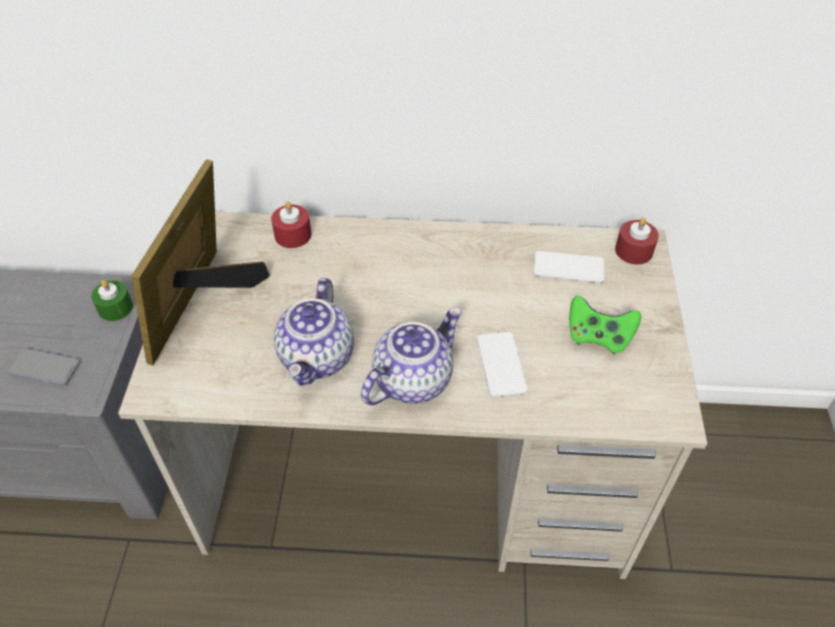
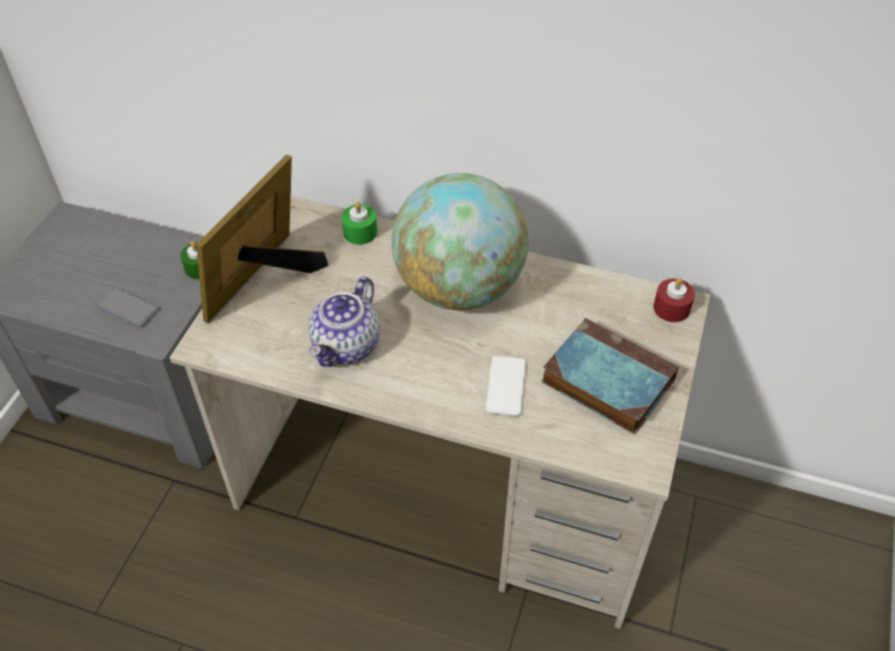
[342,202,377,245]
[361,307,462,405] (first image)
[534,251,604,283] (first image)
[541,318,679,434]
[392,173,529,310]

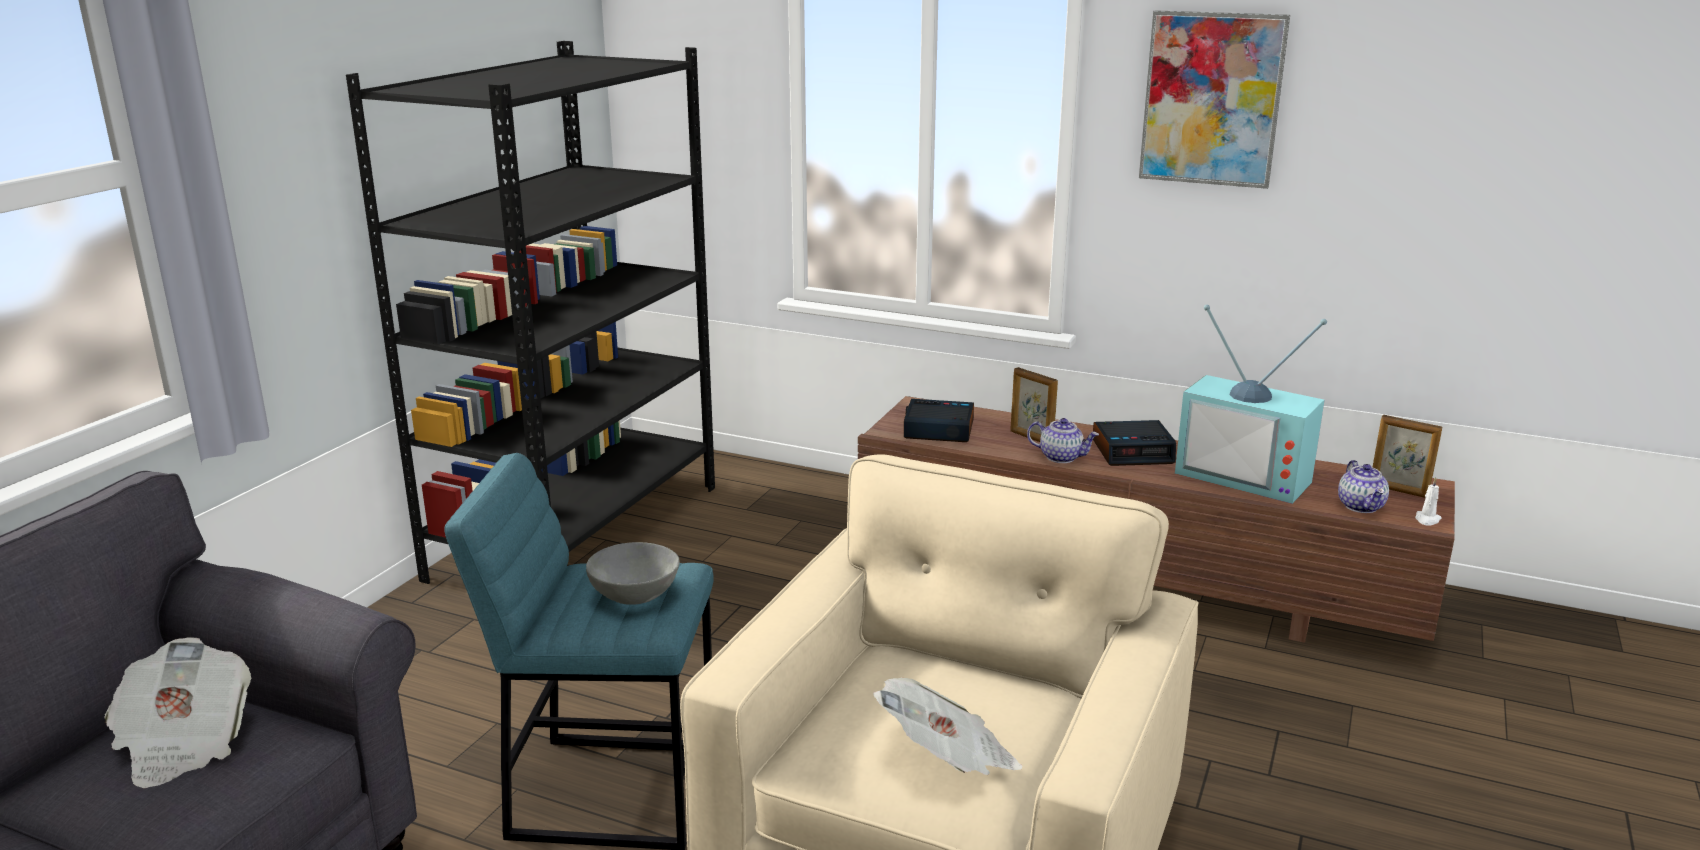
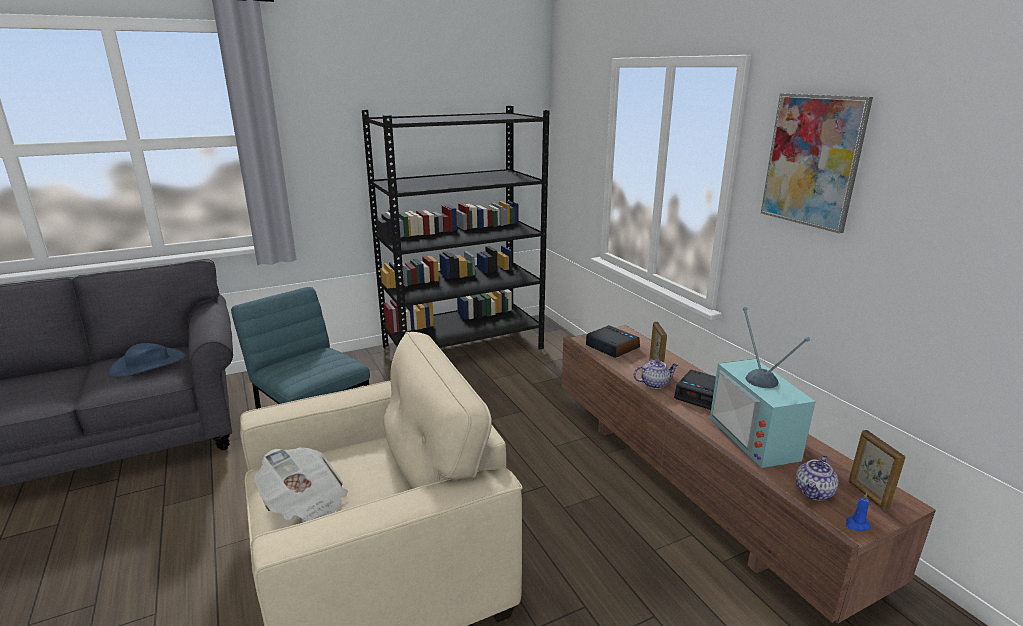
[109,343,185,377]
[586,542,680,605] (first image)
[634,359,679,389]
[846,493,871,531]

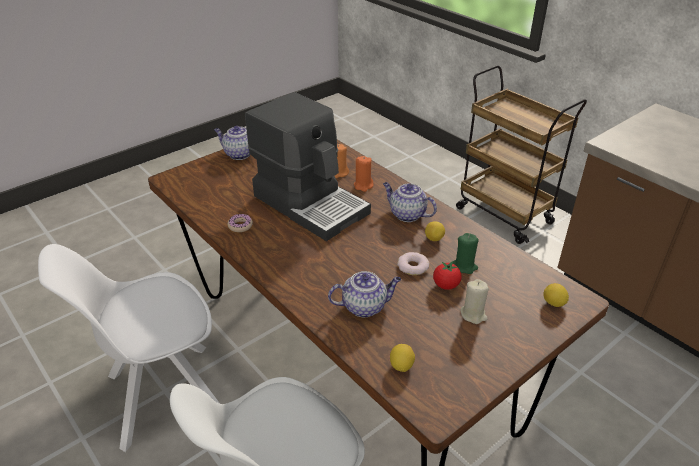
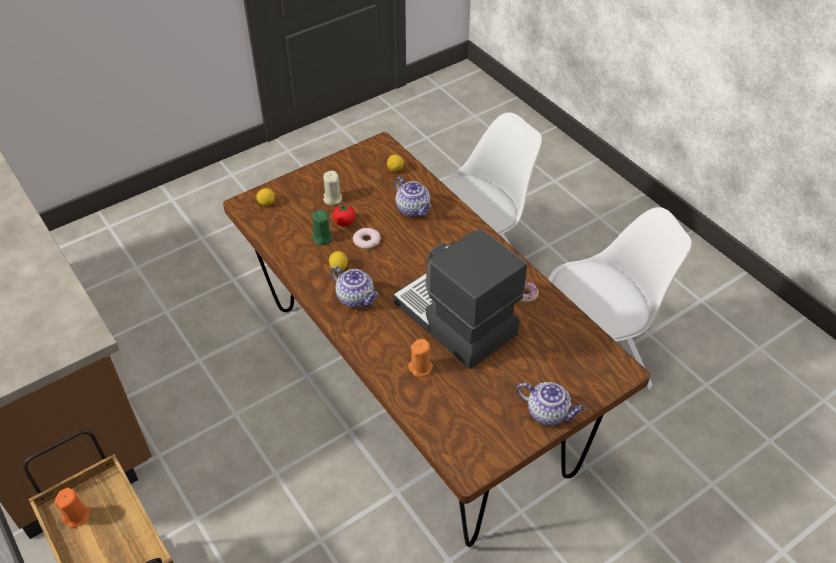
[395,177,431,217]
[55,488,90,528]

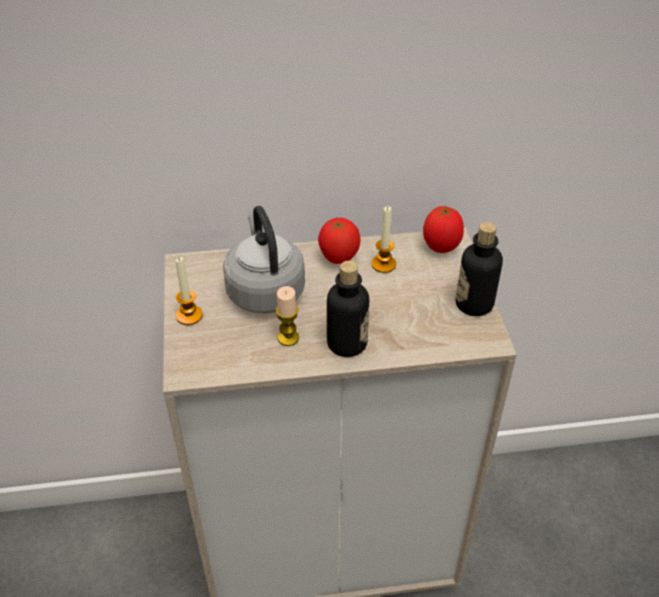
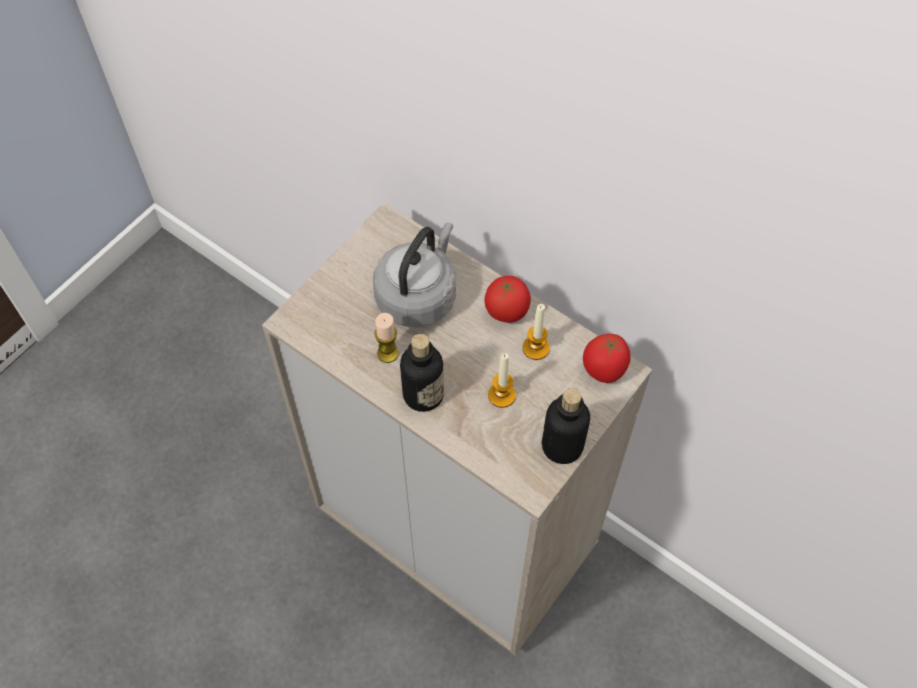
[488,353,516,408]

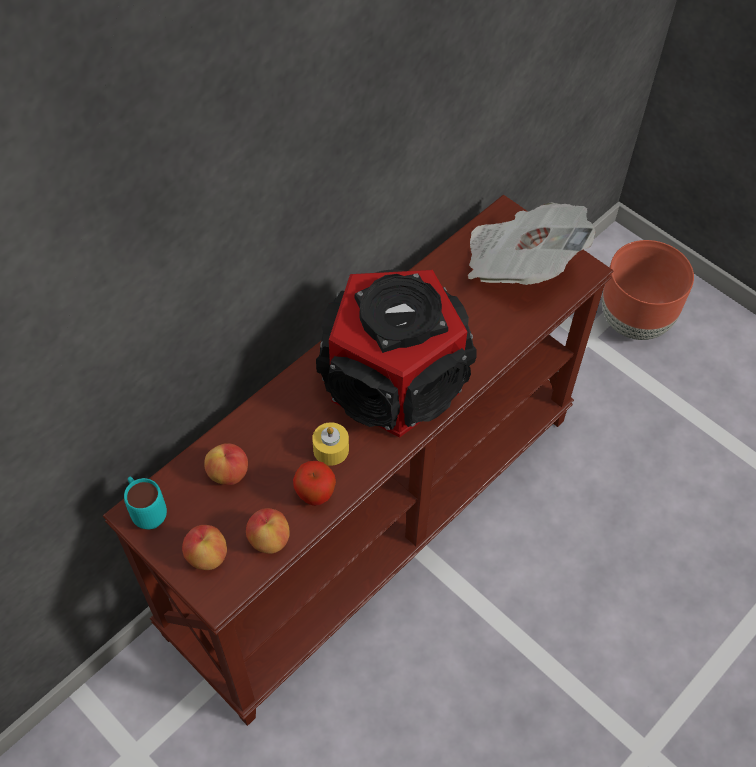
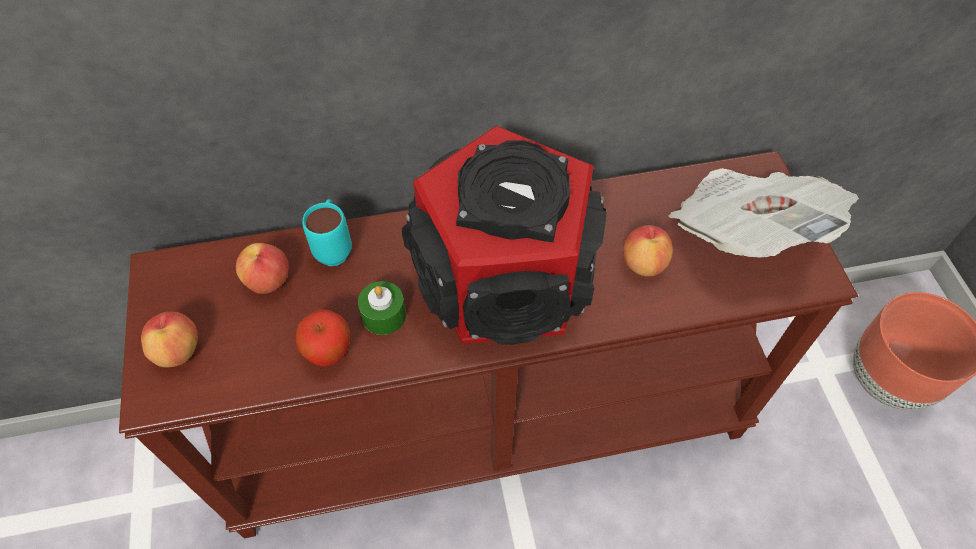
[302,199,352,266]
[623,225,673,277]
[358,281,406,335]

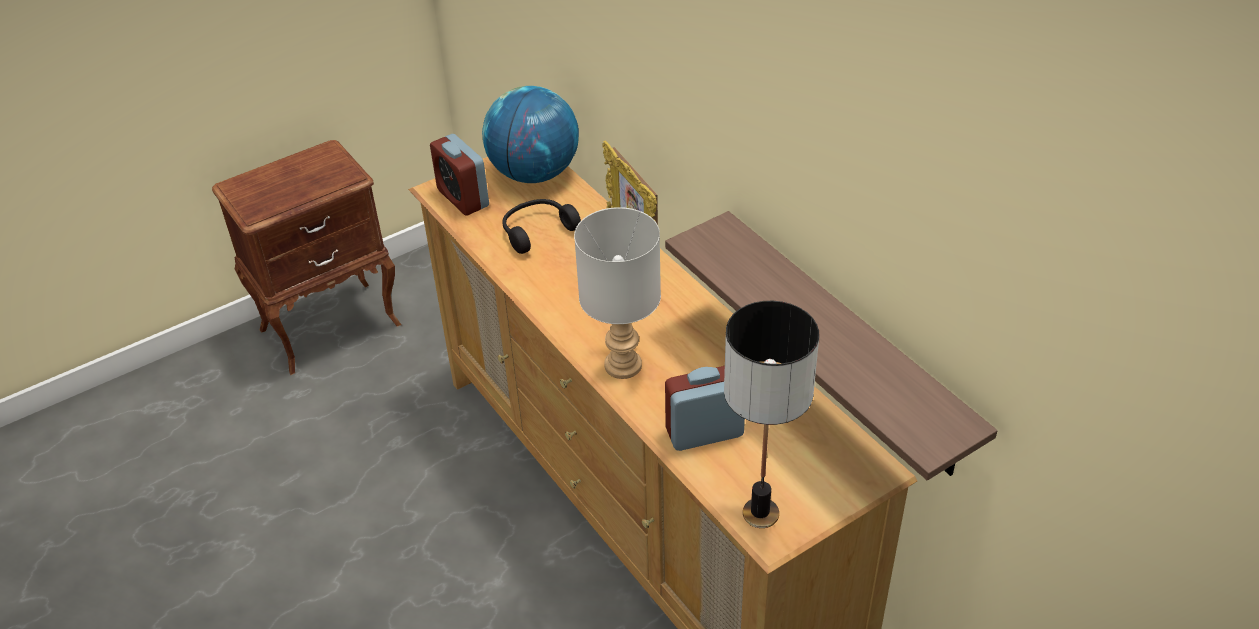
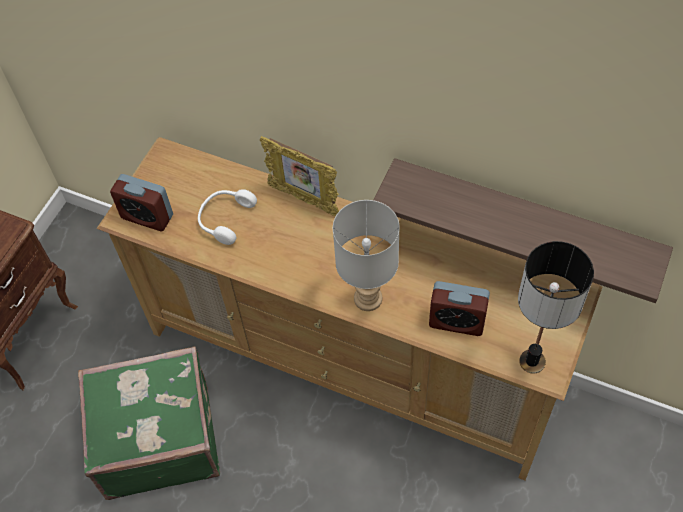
[482,86,579,183] (first image)
[198,189,257,245]
[429,281,490,336]
[78,346,220,500]

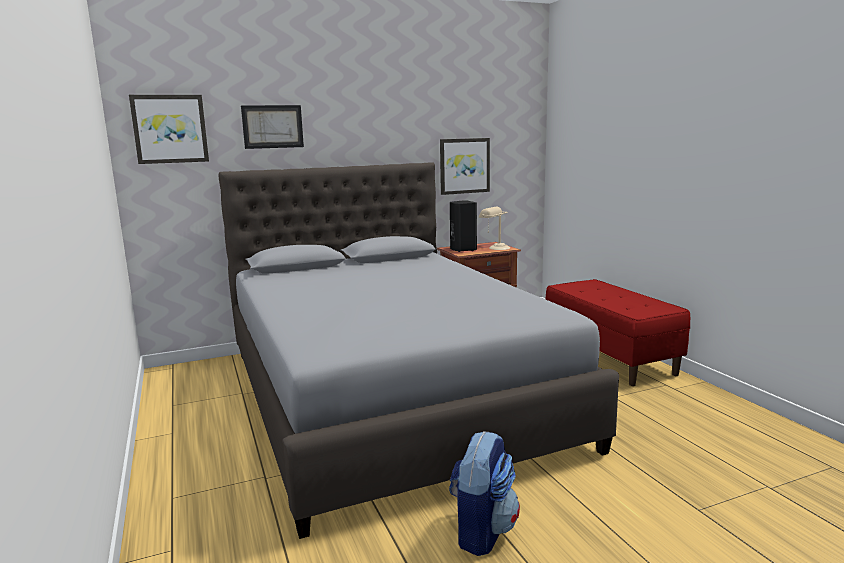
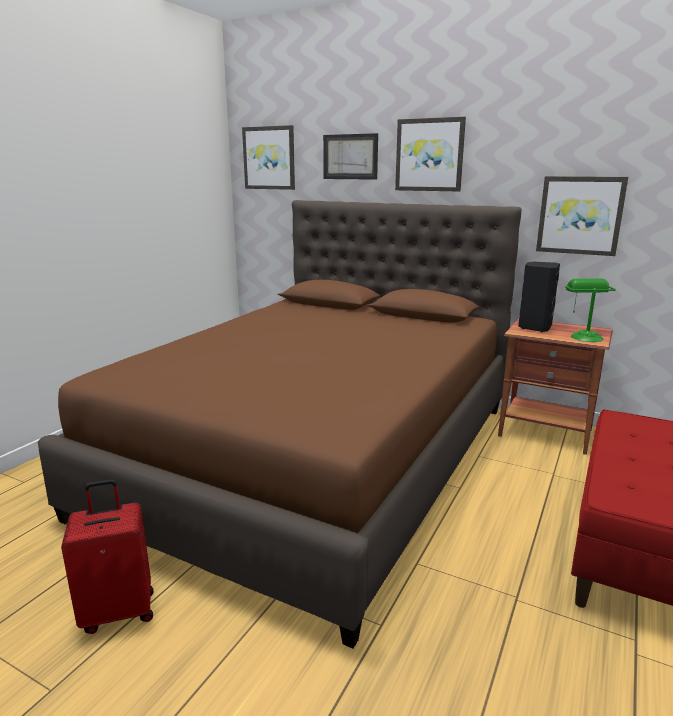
[38,200,522,649]
[61,479,153,634]
[565,278,616,342]
[395,117,466,192]

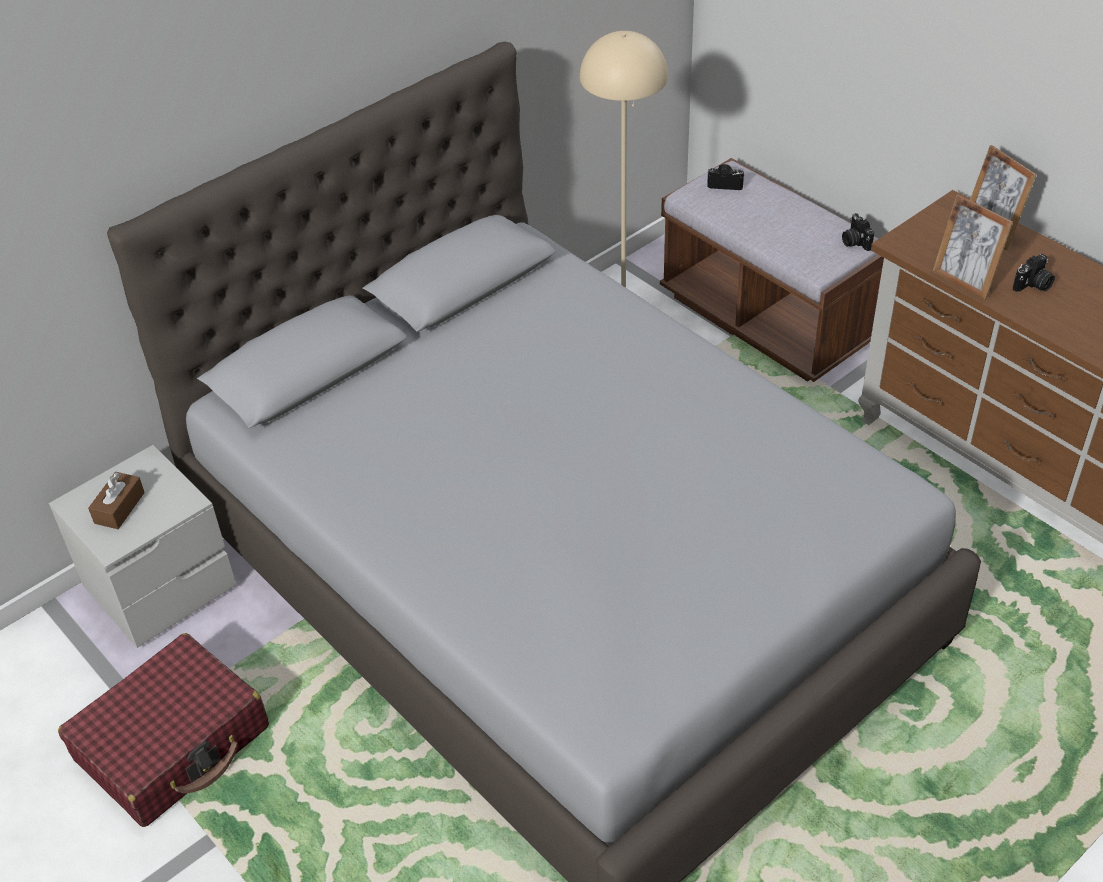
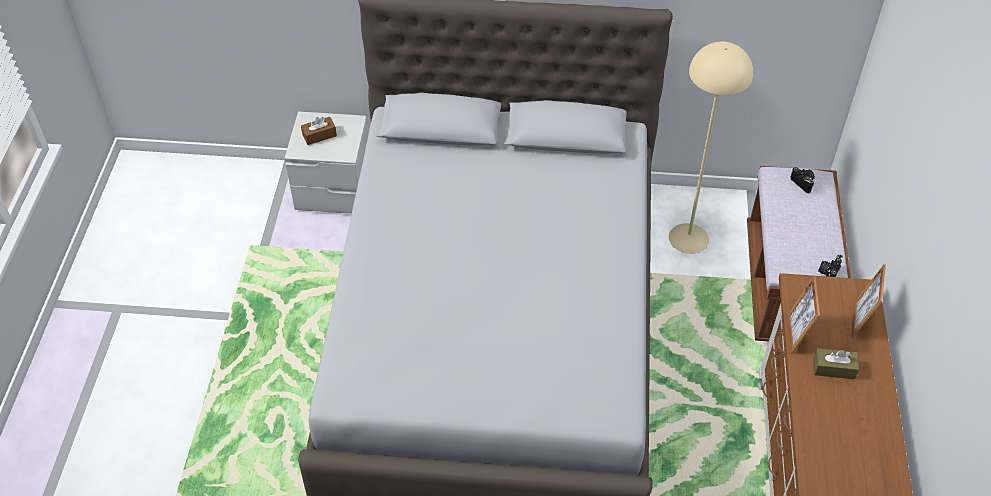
[58,633,269,827] (first image)
[813,348,859,379]

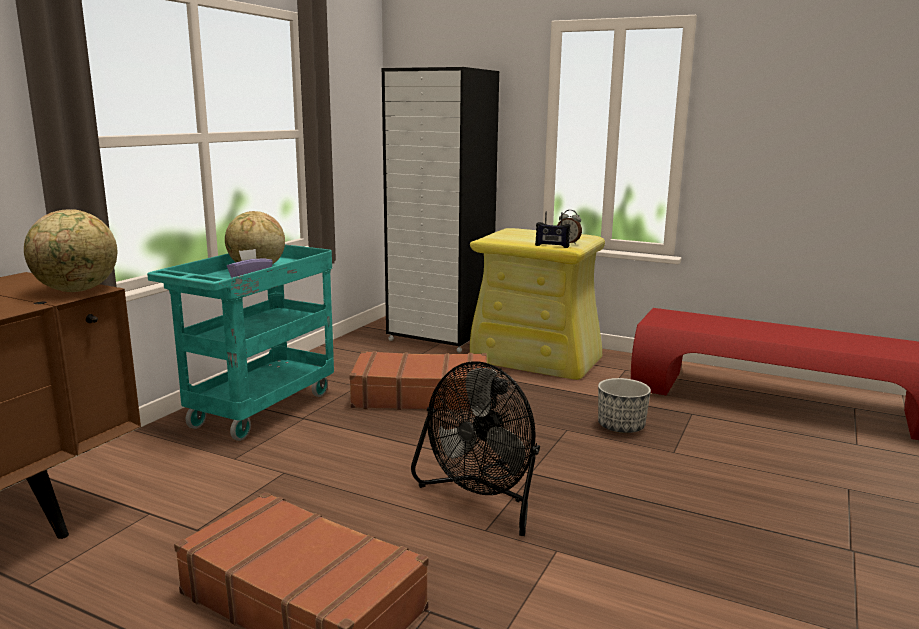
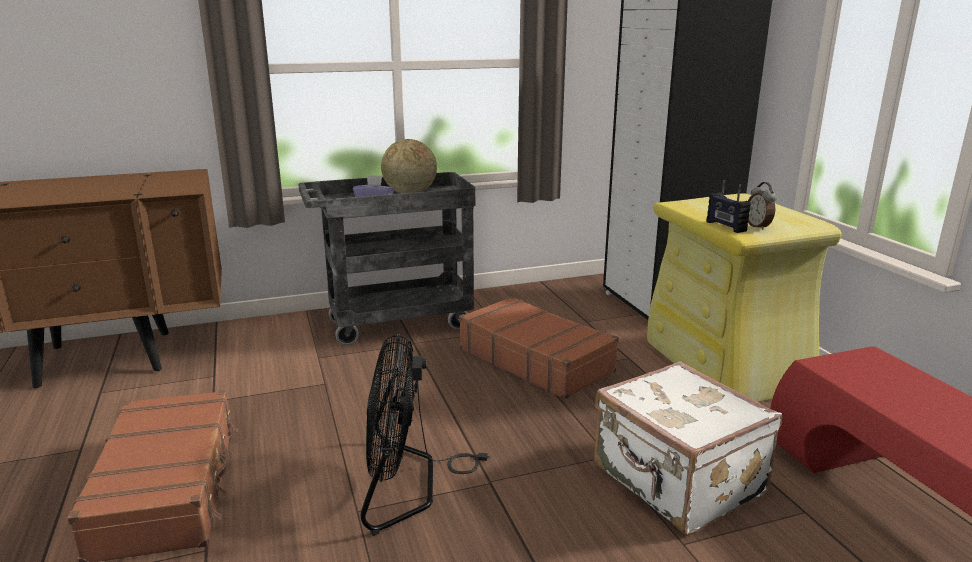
[24,209,118,292] (first image)
[298,172,476,345]
[594,361,782,535]

